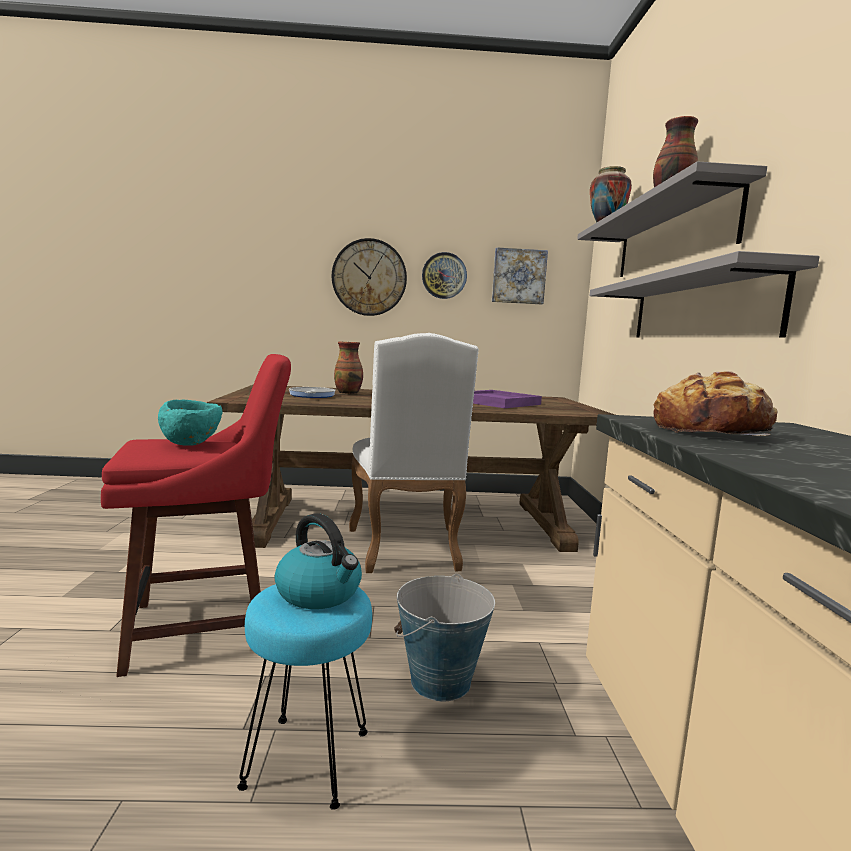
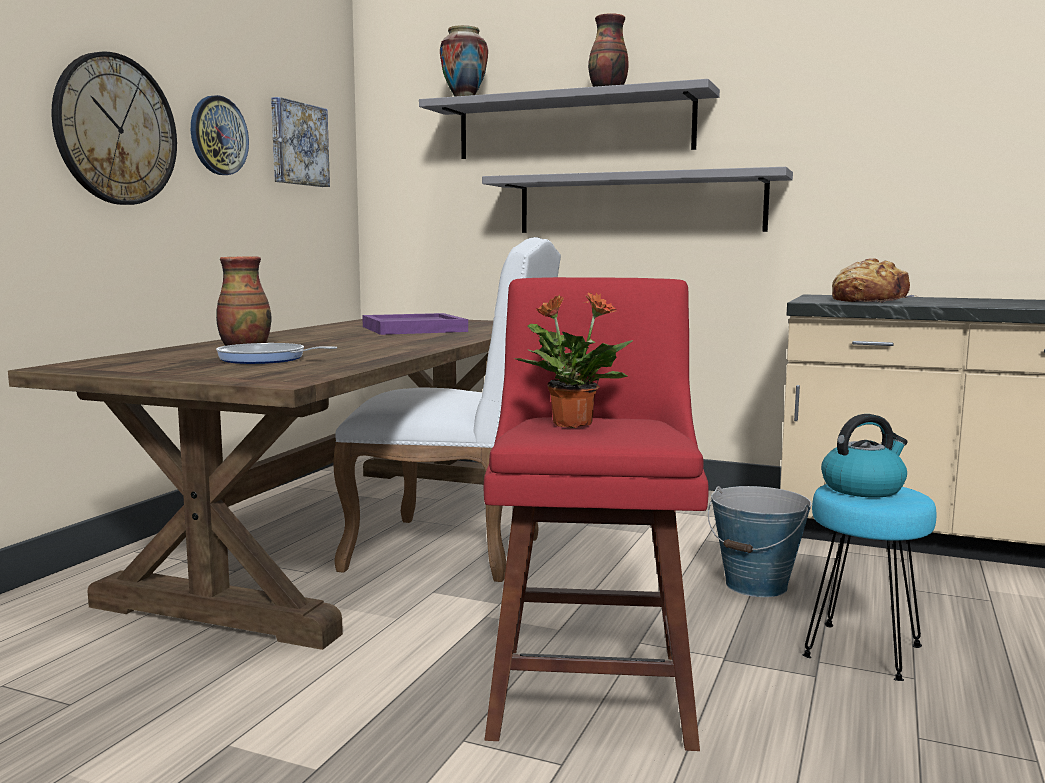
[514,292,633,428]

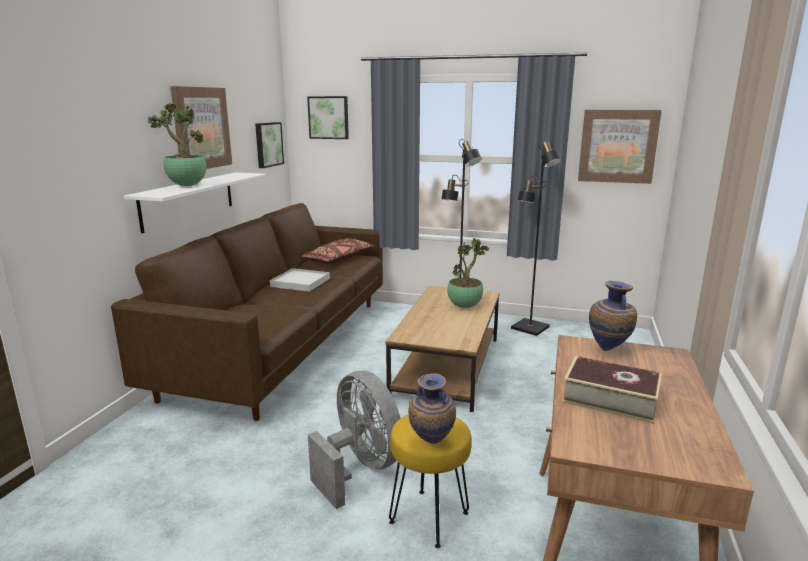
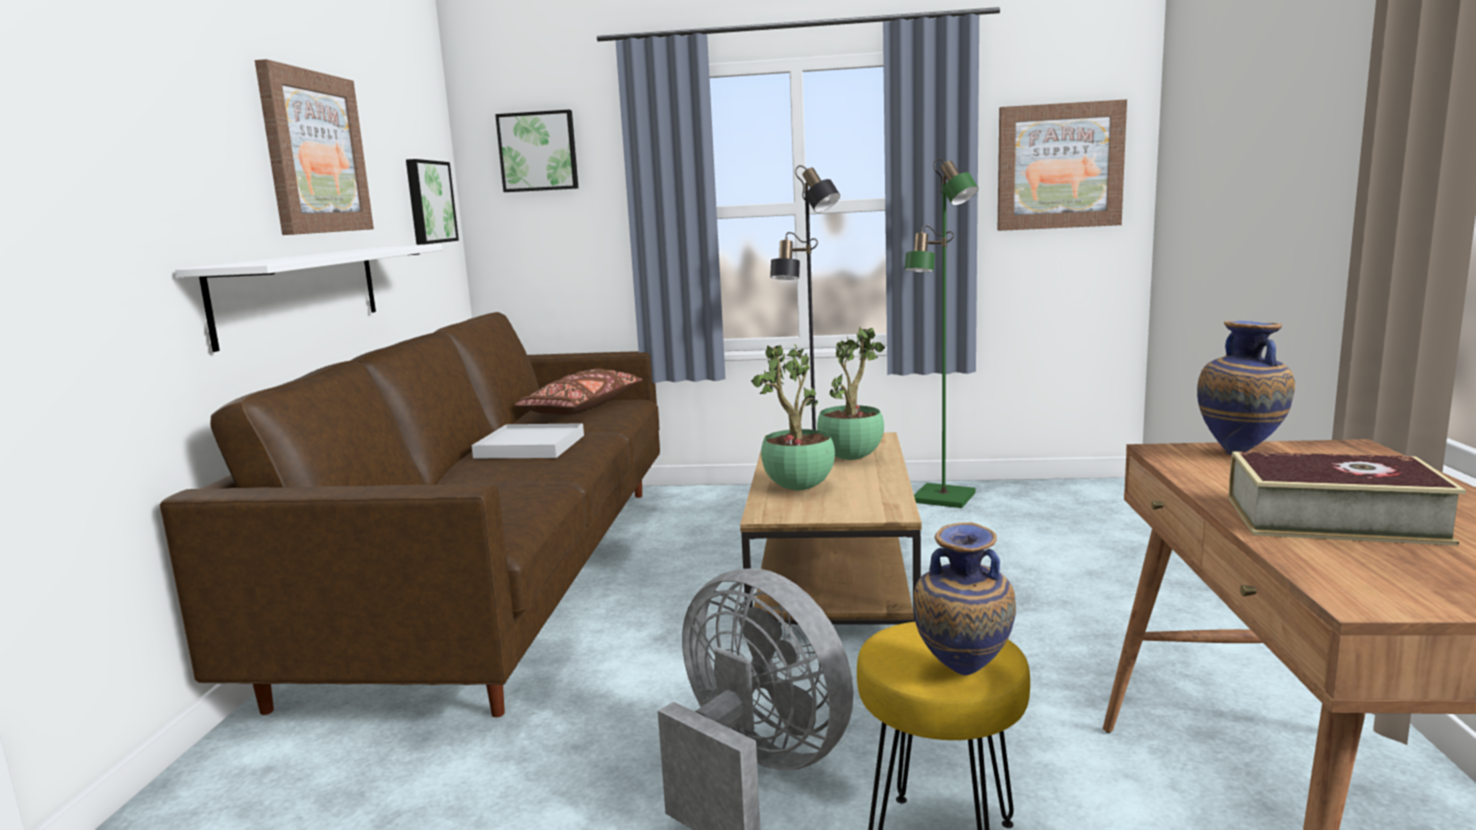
[751,344,835,490]
[905,159,978,508]

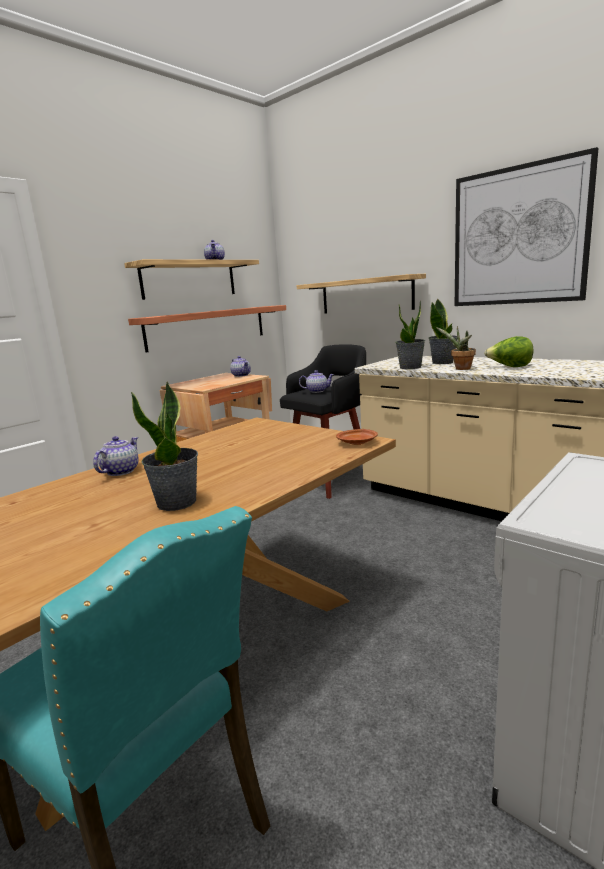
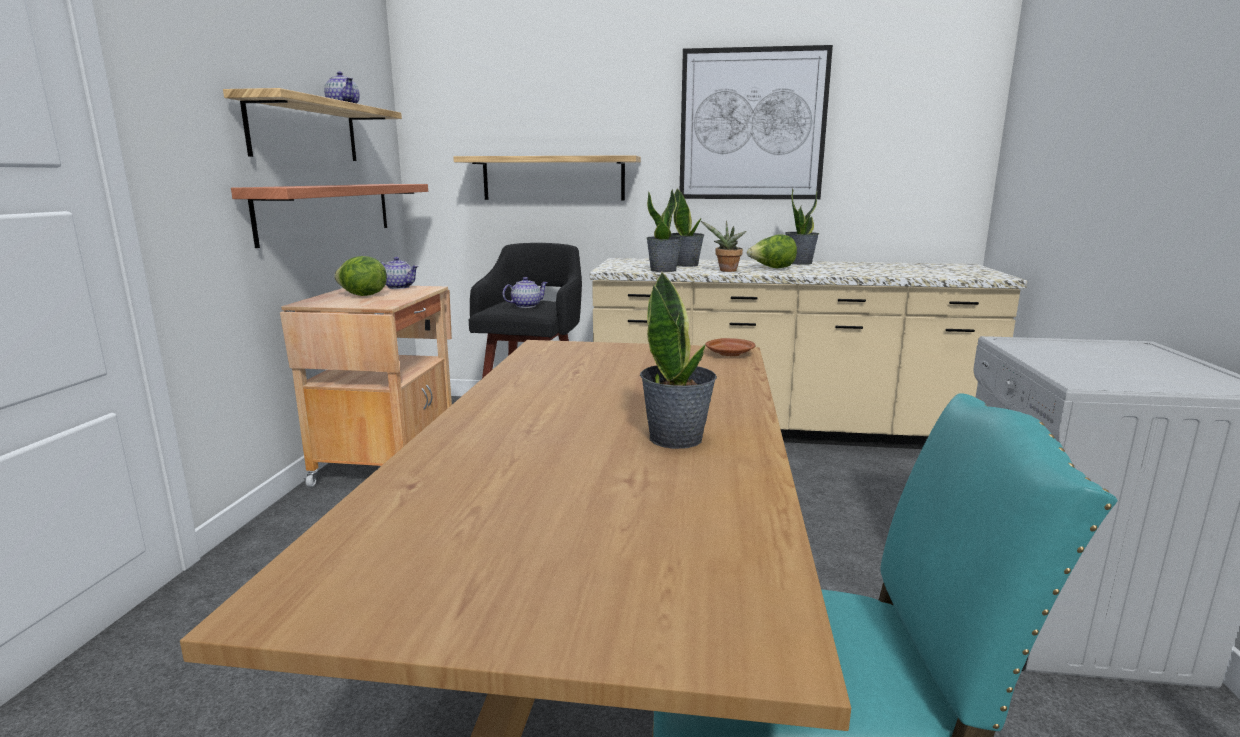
[93,436,139,476] (first image)
[334,256,387,296]
[785,188,819,265]

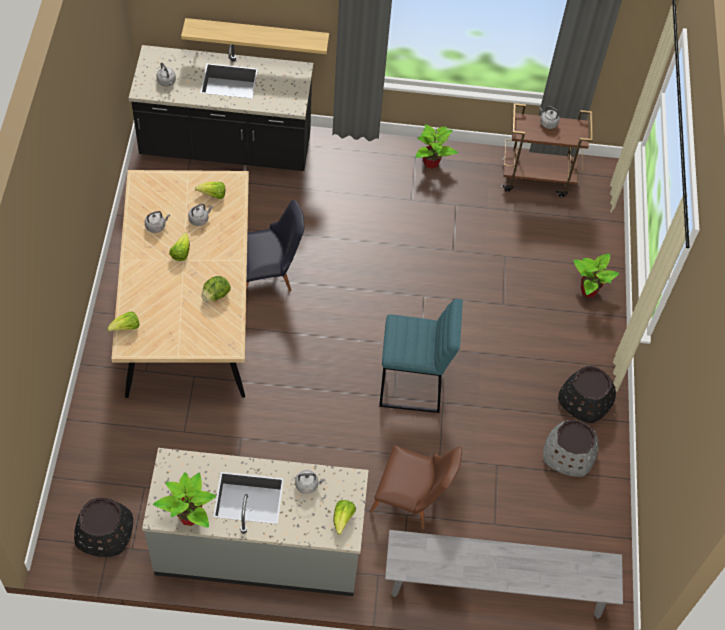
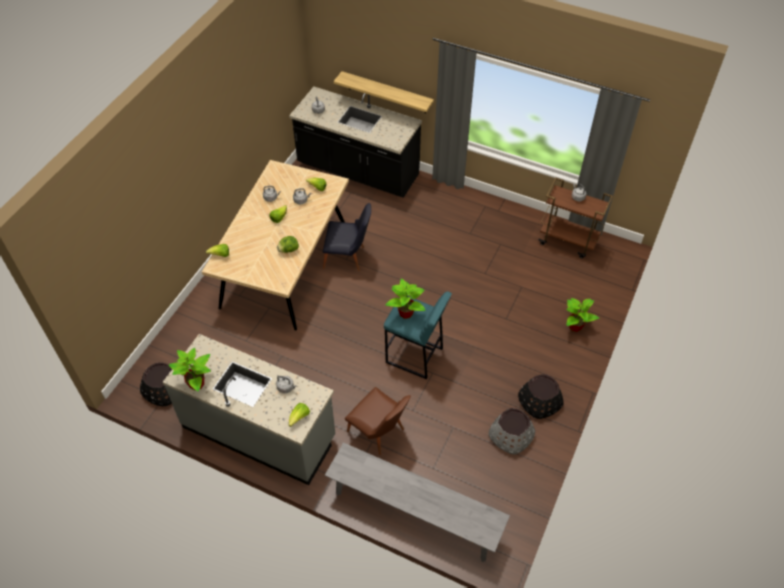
[385,279,426,319]

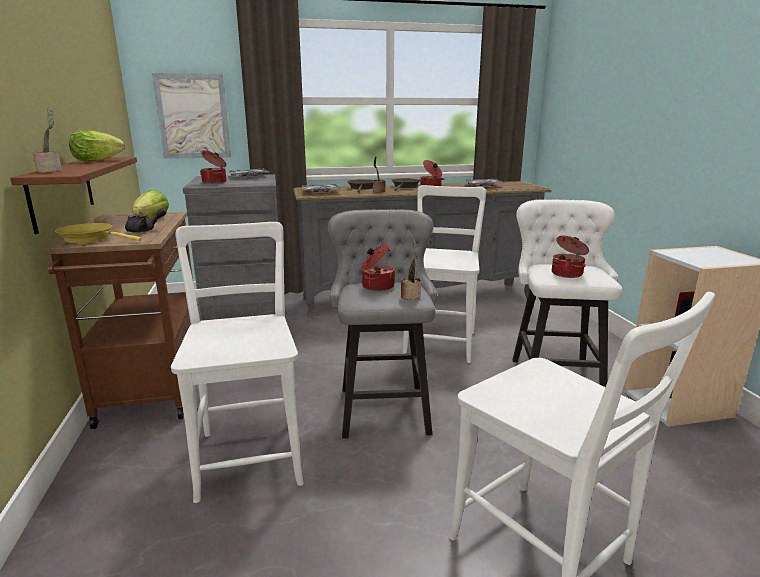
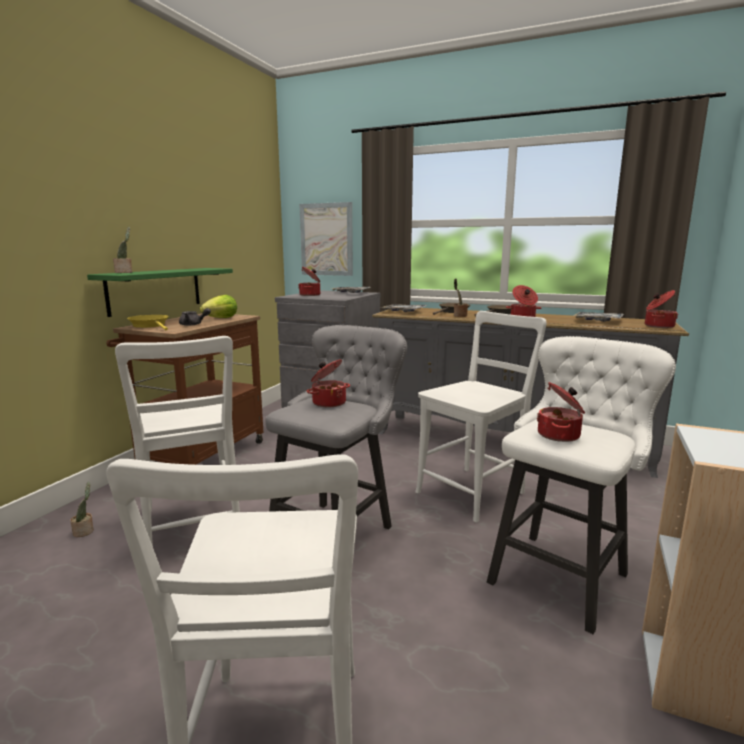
[87,268,233,317]
[69,130,125,162] (first image)
[115,336,240,546]
[70,482,94,537]
[645,290,678,328]

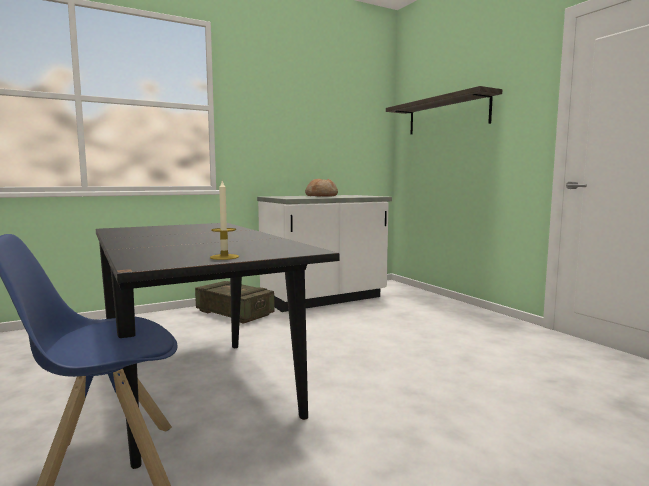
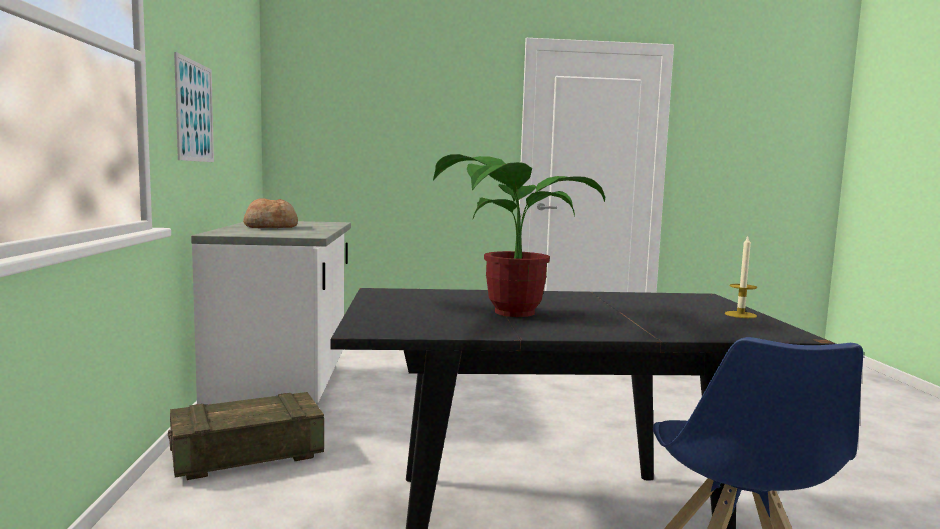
[386,86,502,134] (first image)
[174,52,214,162]
[433,154,605,317]

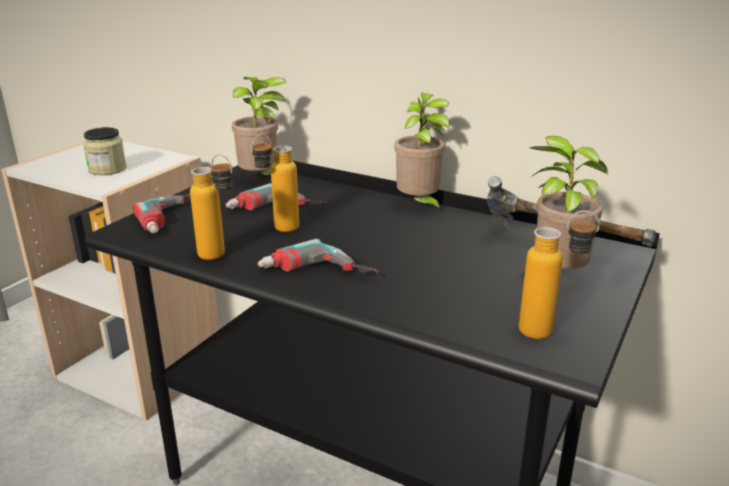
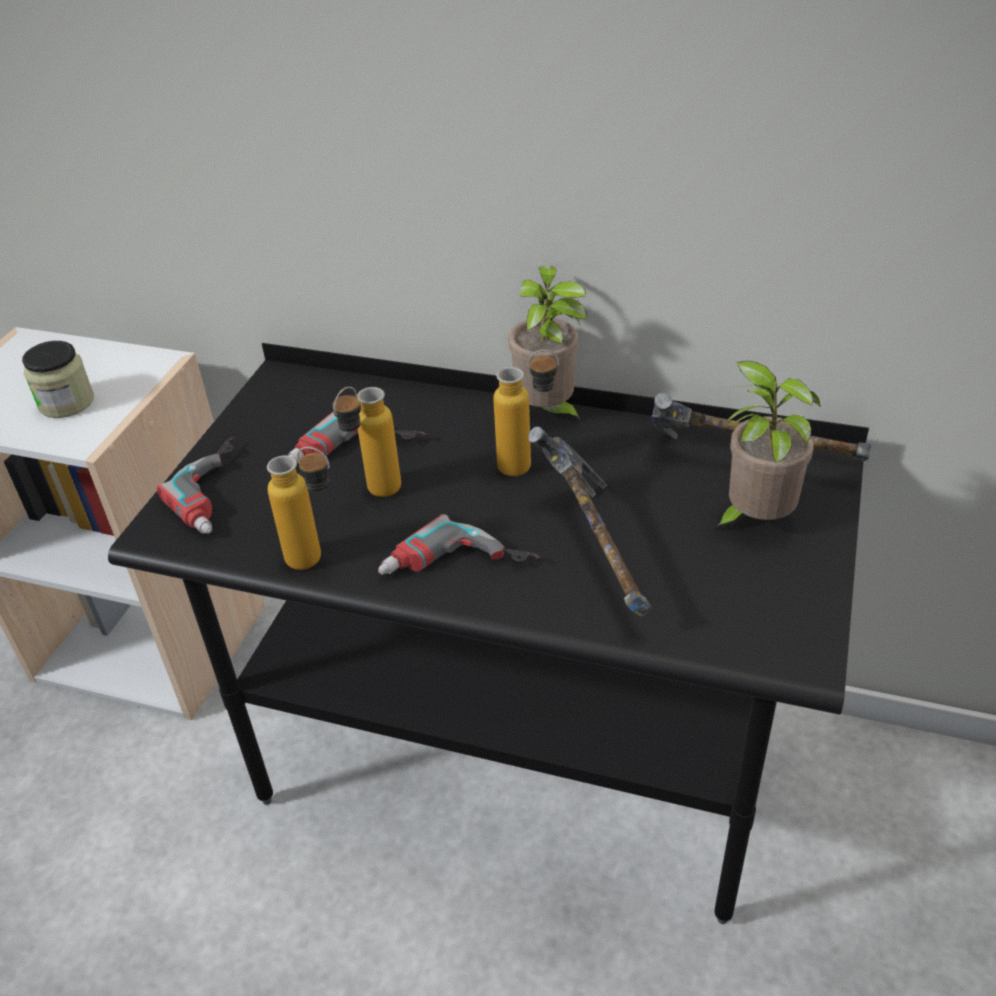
[232,77,286,175] (first image)
[493,350,559,476]
[528,427,652,617]

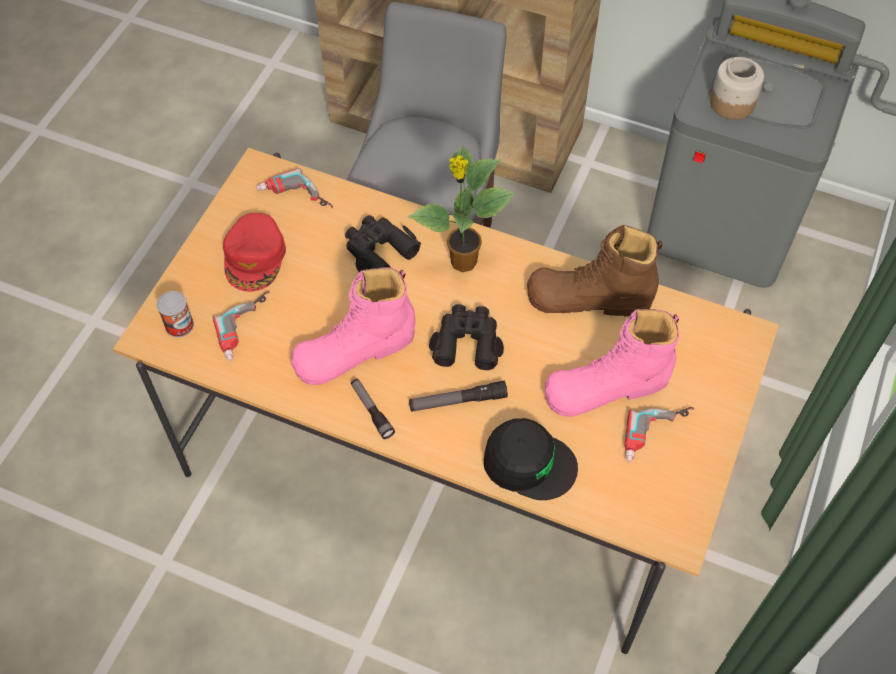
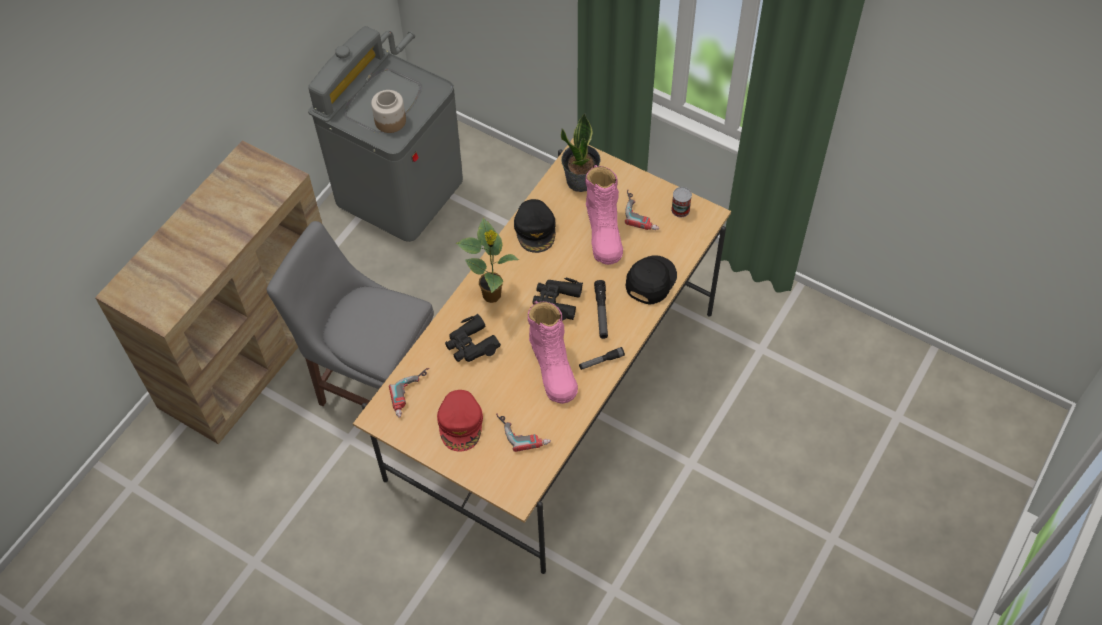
[671,187,692,217]
[437,390,483,452]
[514,199,555,253]
[561,113,601,192]

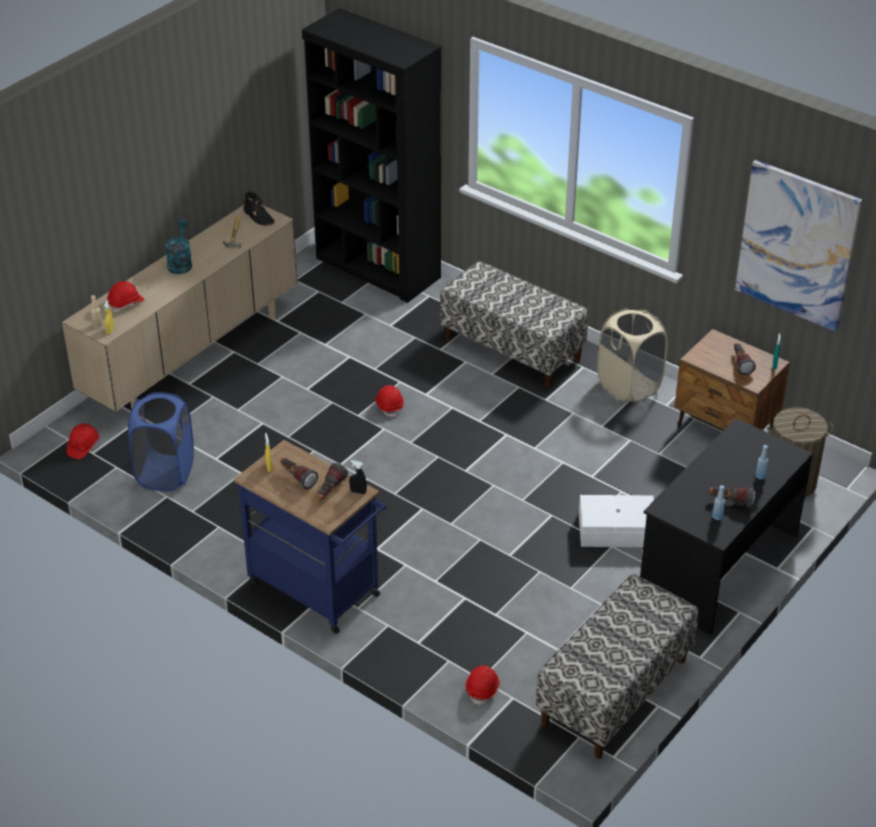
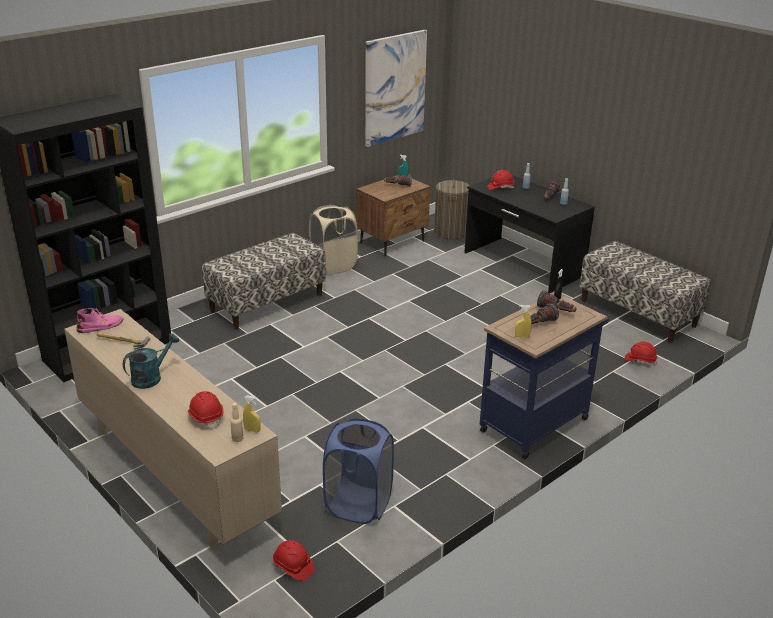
[123,333,179,389]
[76,308,123,333]
[487,170,514,190]
[579,495,654,547] (first image)

